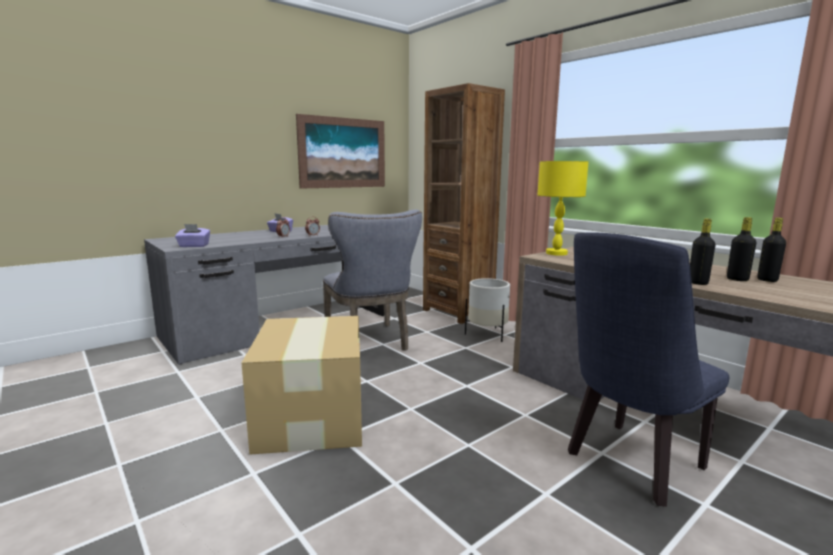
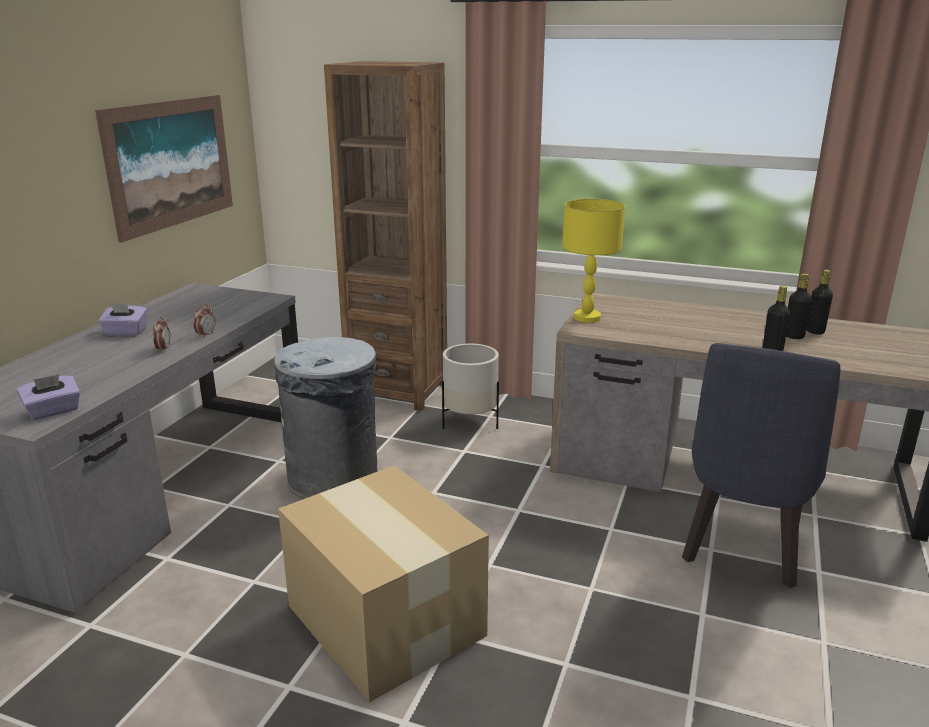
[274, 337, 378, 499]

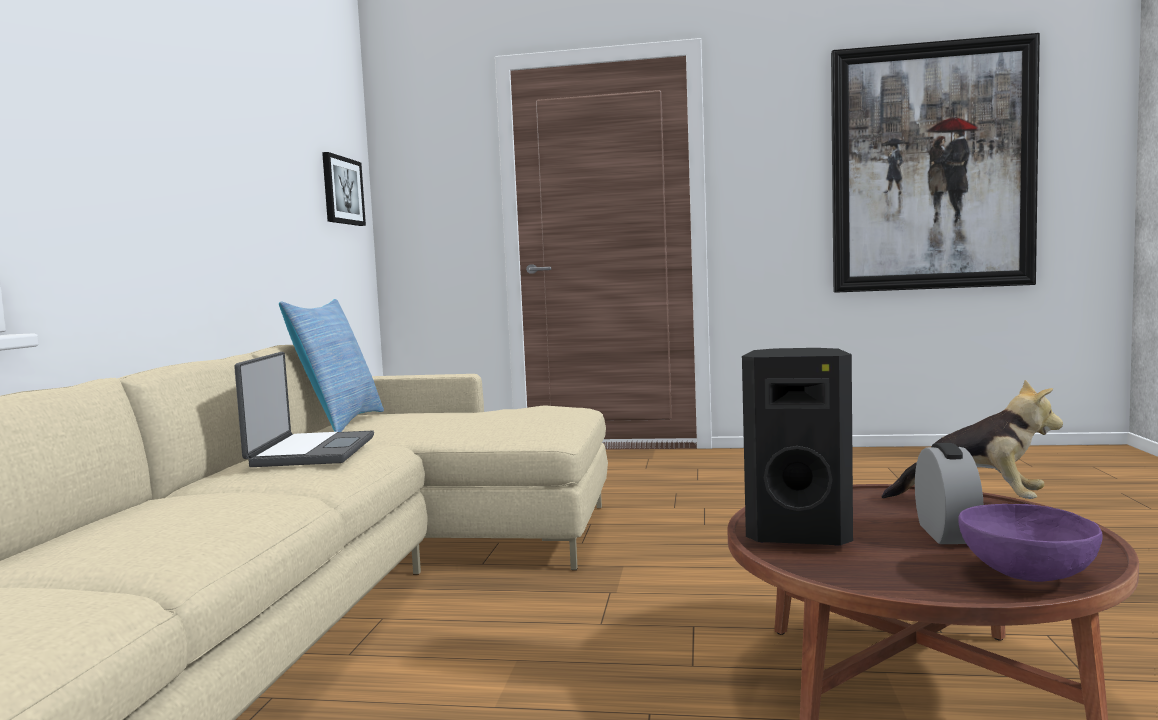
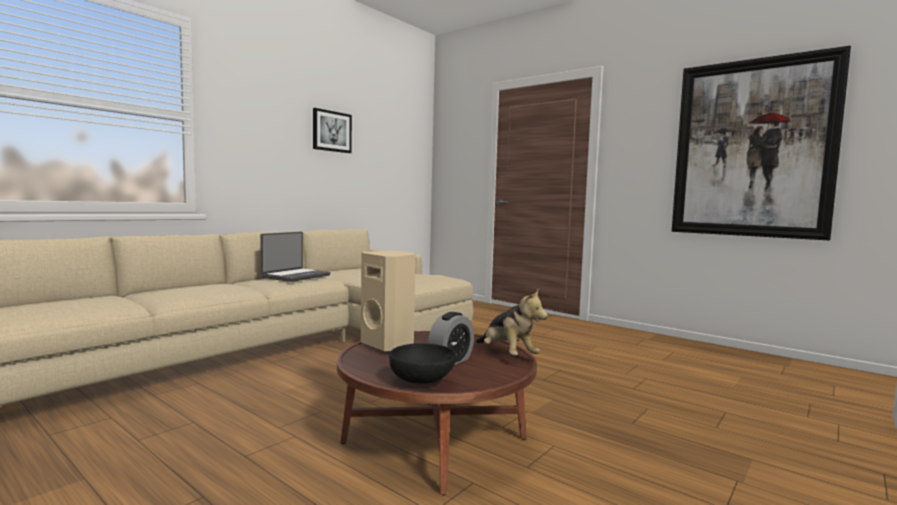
[279, 299, 384, 432] (first image)
[313, 108, 352, 153]
[361, 251, 416, 352]
[389, 343, 456, 384]

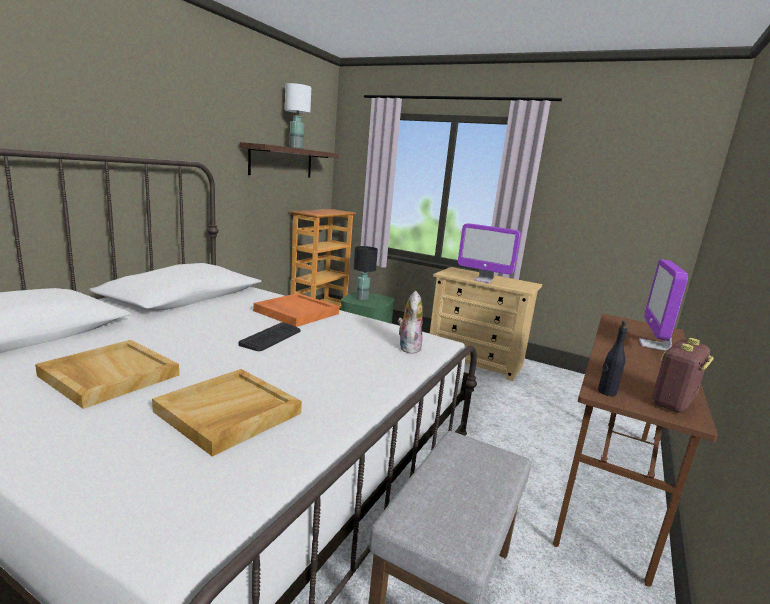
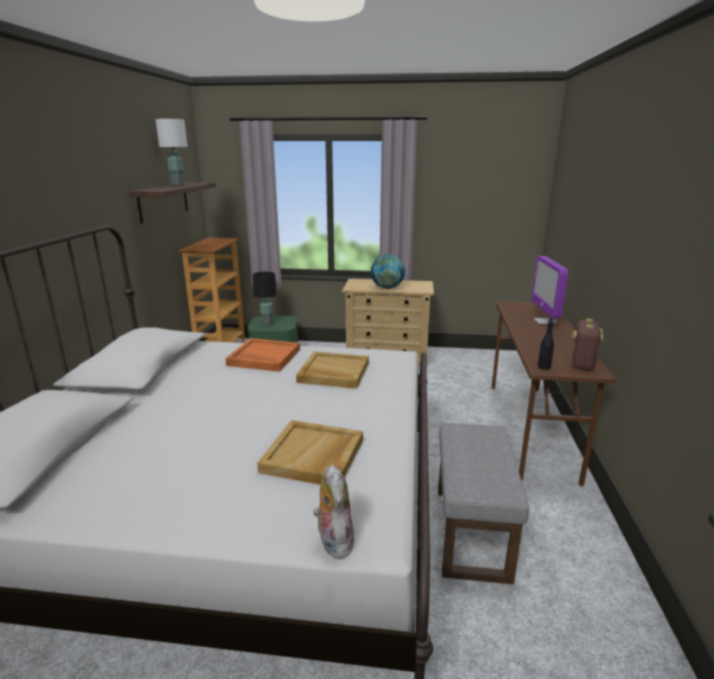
[239, 322, 301, 351] (first image)
[296, 351, 369, 389]
[313, 465, 354, 558]
[371, 254, 405, 289]

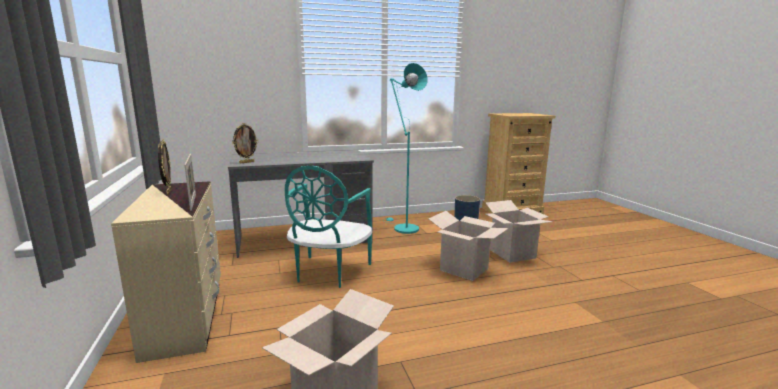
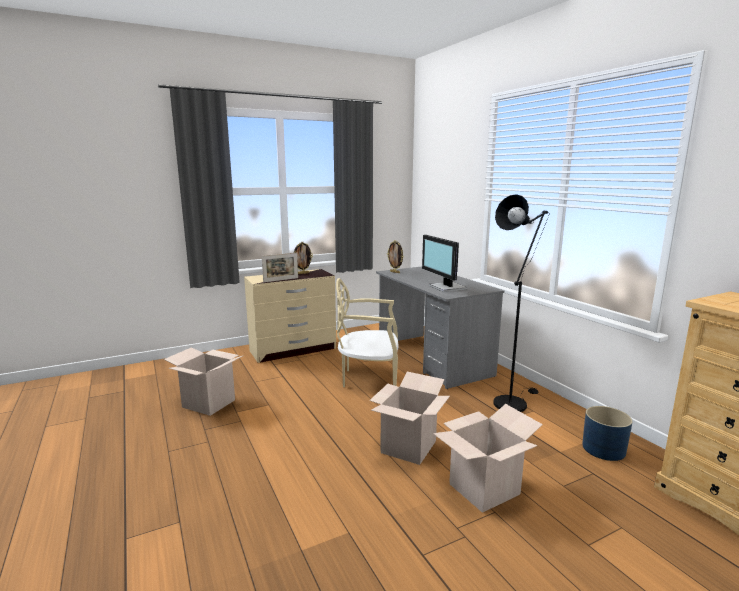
[422, 235, 467, 292]
[336, 278, 399, 387]
[493, 194, 549, 412]

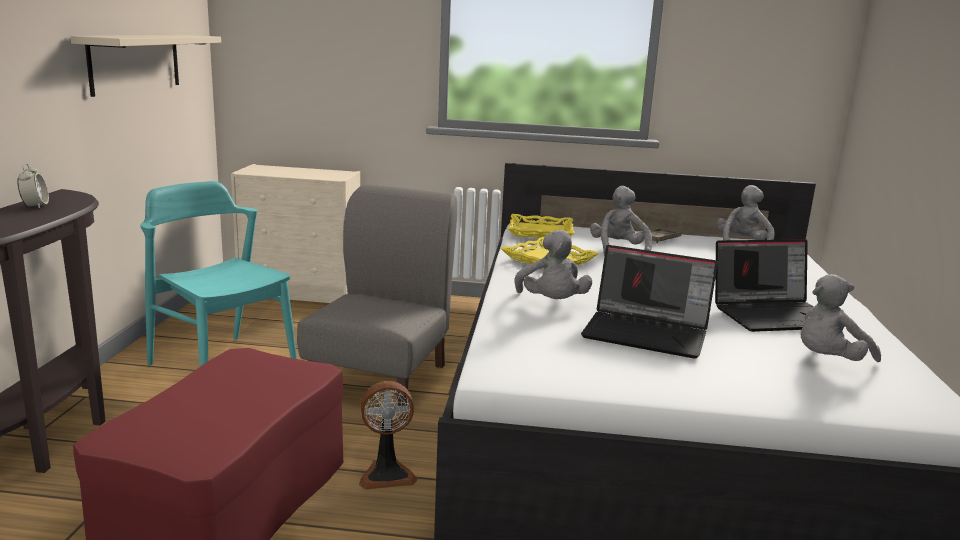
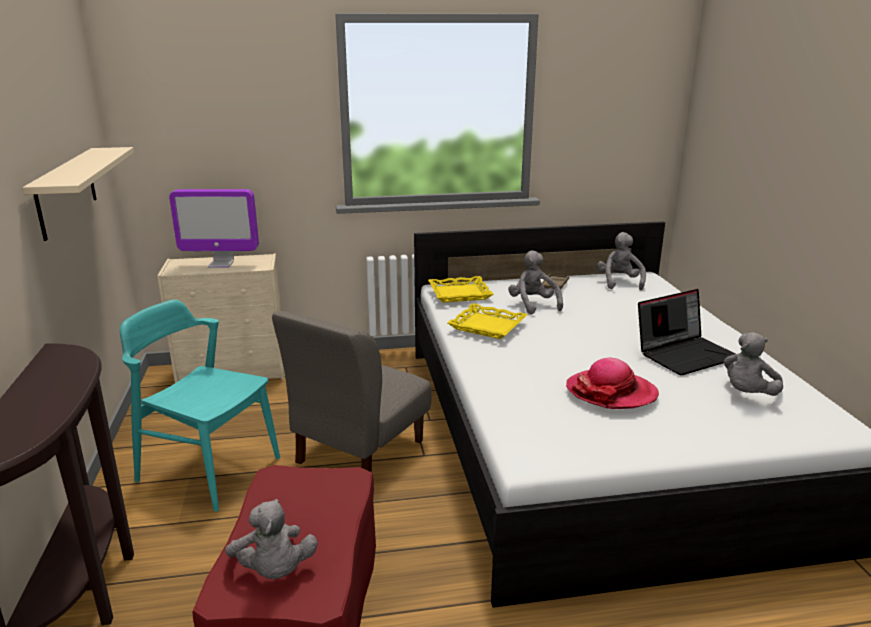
[17, 163, 49, 209] (first image)
[359, 381, 417, 490] (first image)
[169, 189, 259, 268]
[225, 499, 318, 579]
[566, 358, 659, 409]
[272, 311, 432, 472]

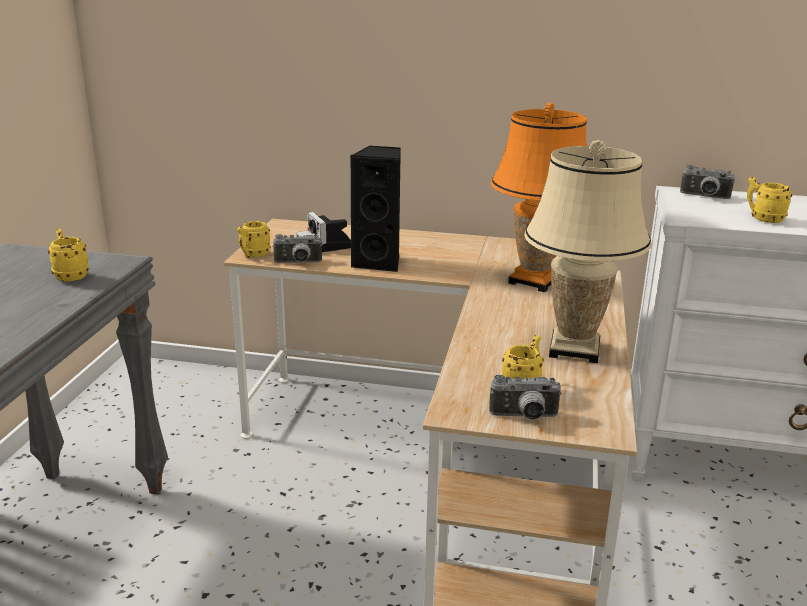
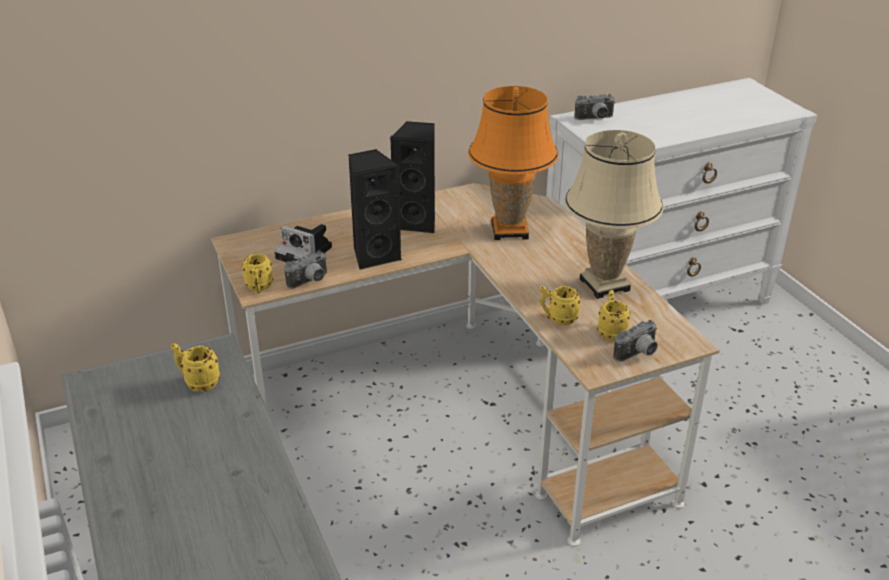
[390, 121, 435, 233]
[540, 286, 581, 325]

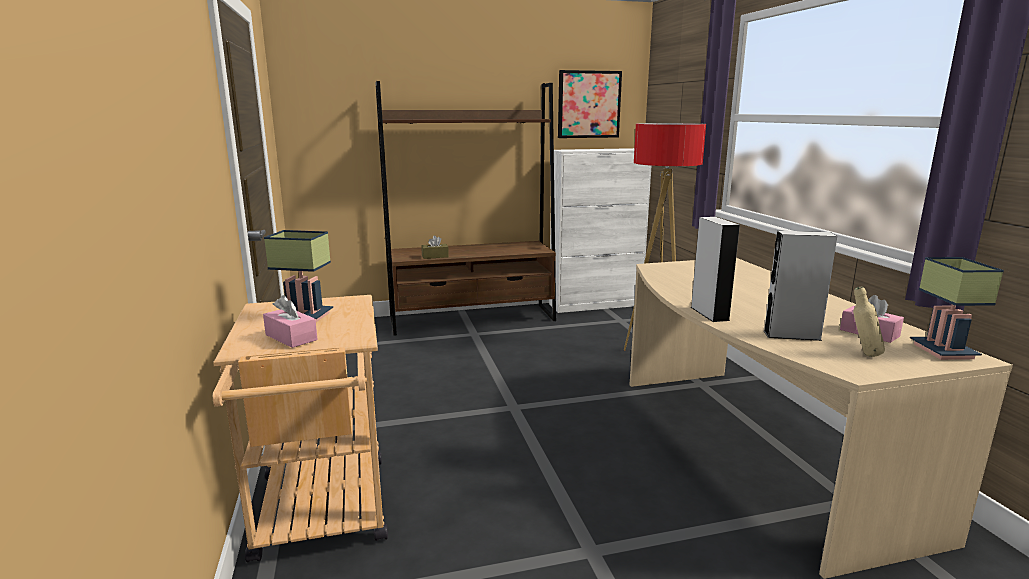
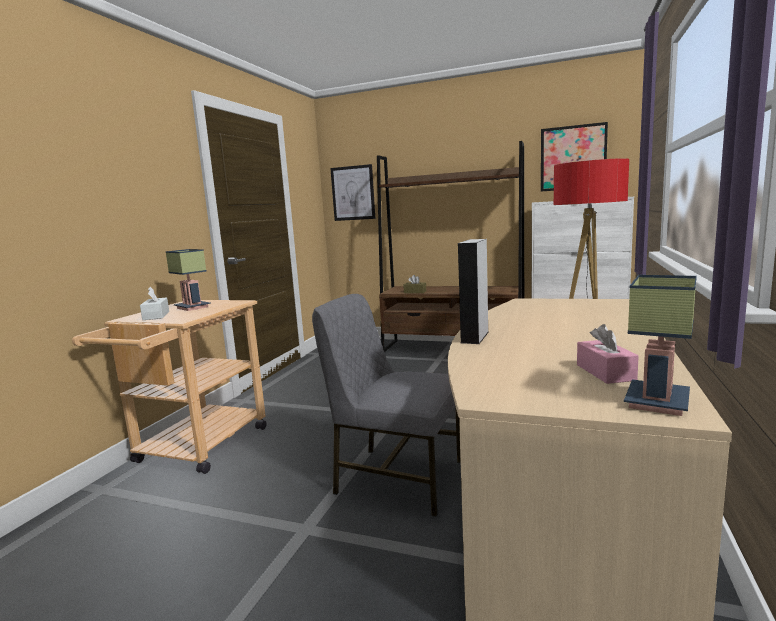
[764, 231, 837, 341] (first image)
[853, 287, 885, 357] (first image)
[312, 294, 461, 517]
[330, 164, 375, 221]
[140, 287, 169, 320]

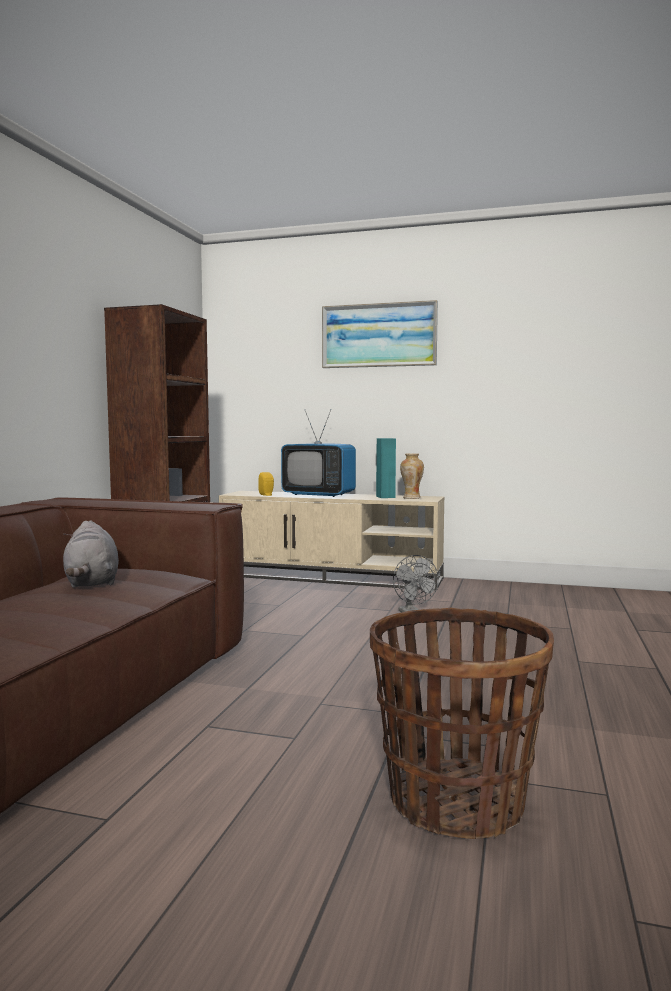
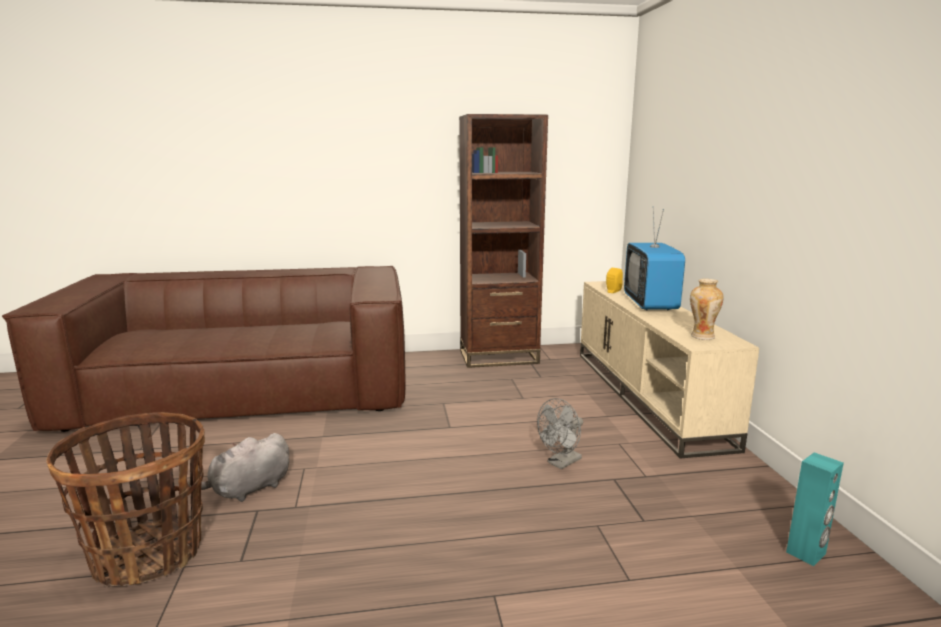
[322, 300, 438, 368] (first image)
[188, 433, 289, 502]
[786, 452, 844, 566]

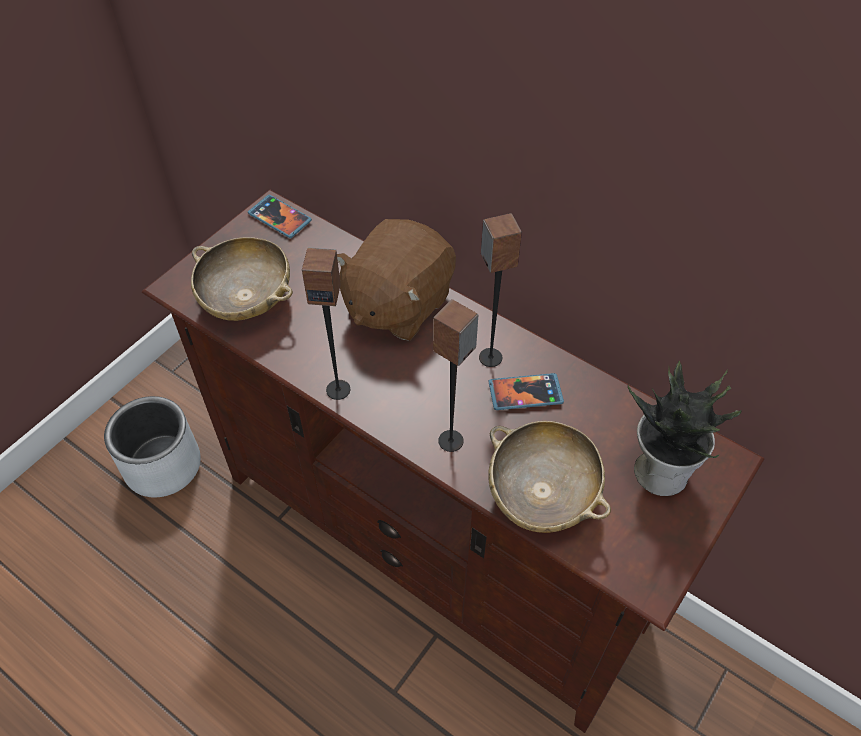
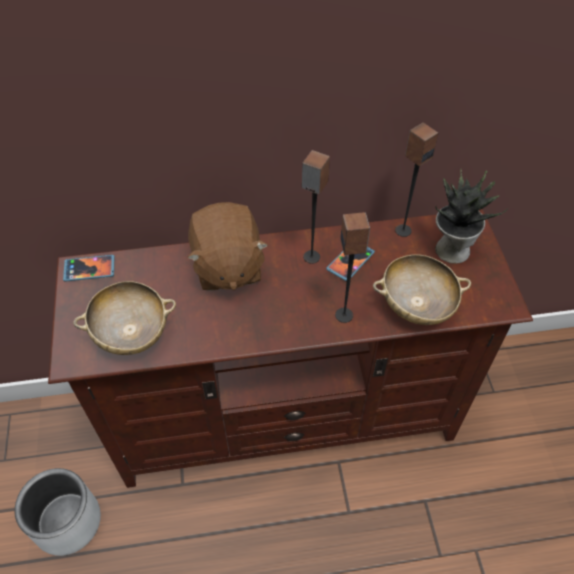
[395, 123, 438, 237]

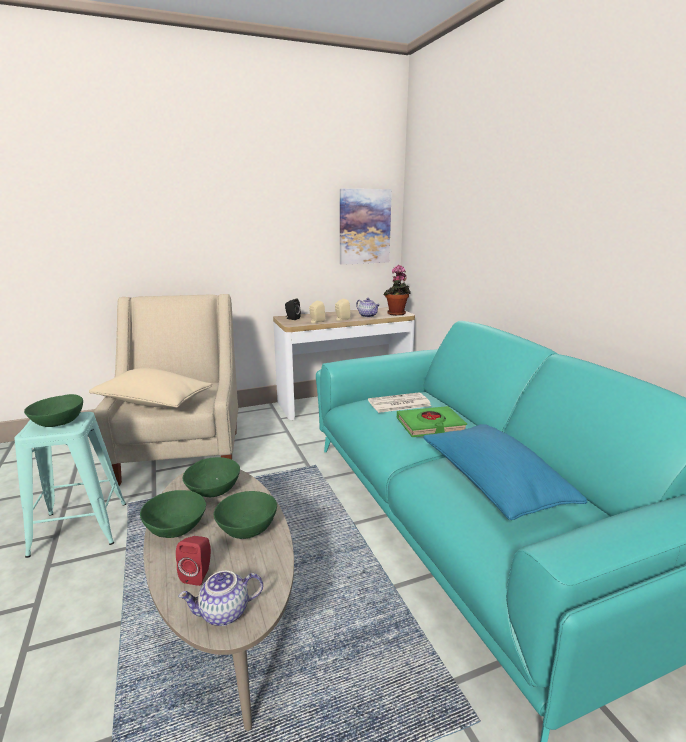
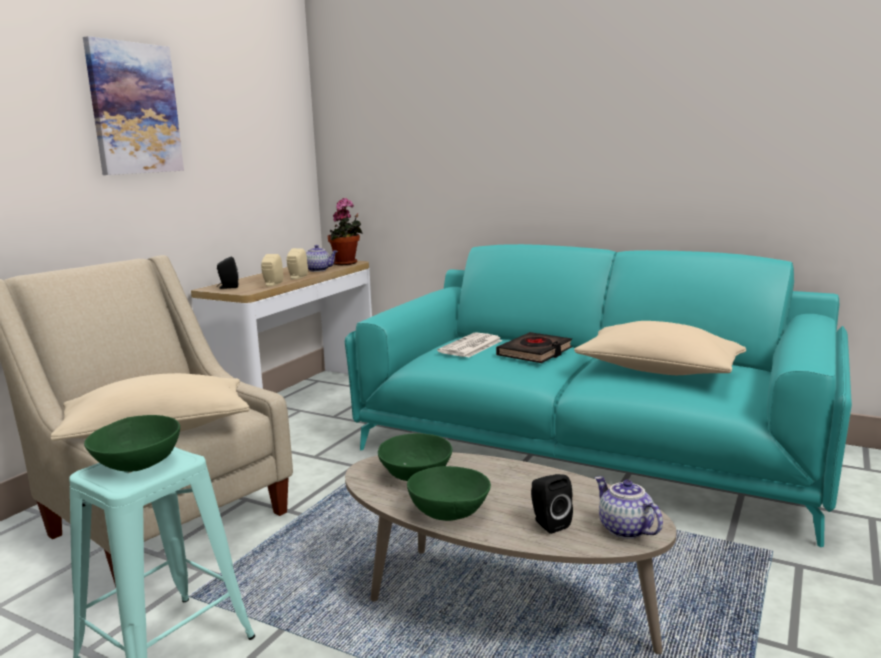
[214, 491, 277, 539] (first image)
[83, 36, 184, 175]
[531, 474, 573, 534]
[496, 332, 572, 363]
[574, 321, 746, 375]
[595, 476, 663, 539]

